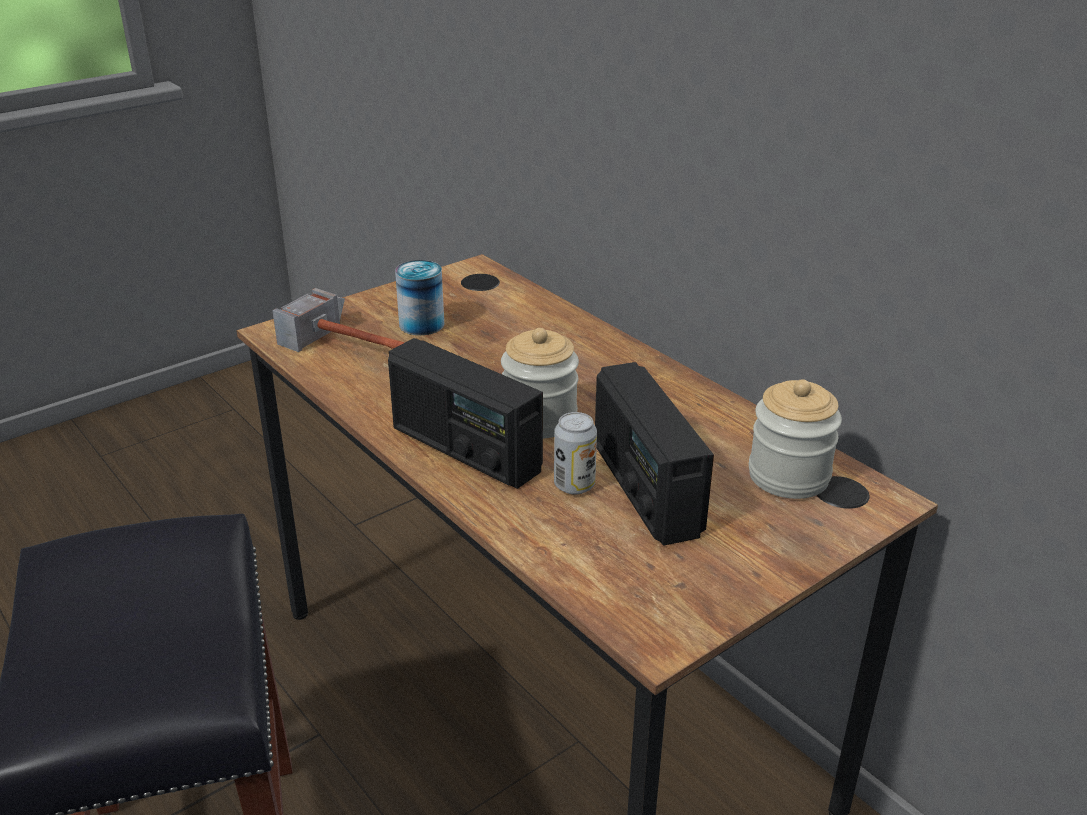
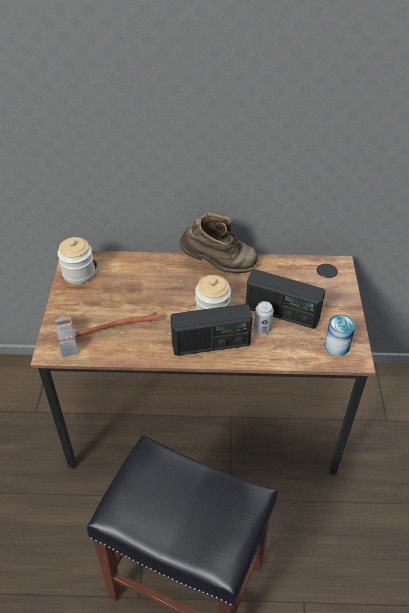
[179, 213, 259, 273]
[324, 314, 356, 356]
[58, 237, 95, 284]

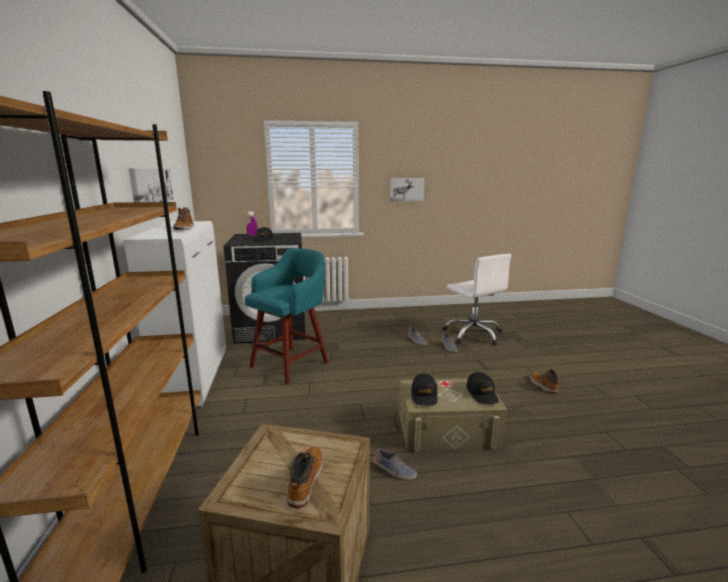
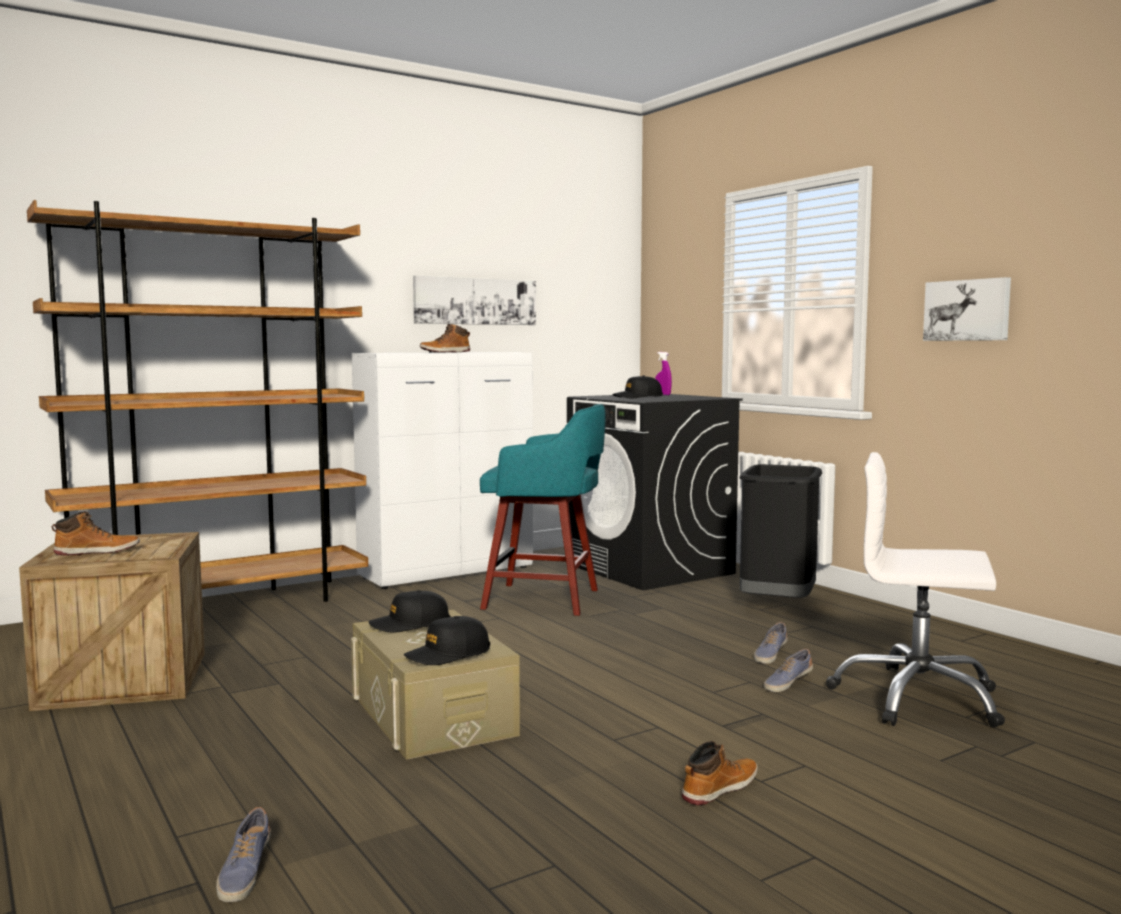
[739, 464, 822, 598]
[216, 807, 271, 902]
[826, 452, 1005, 728]

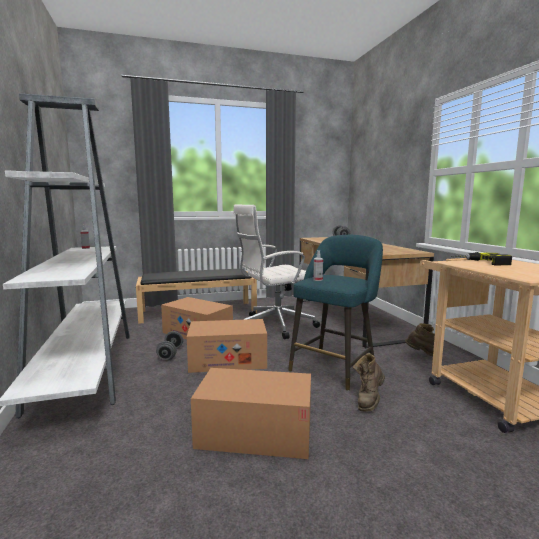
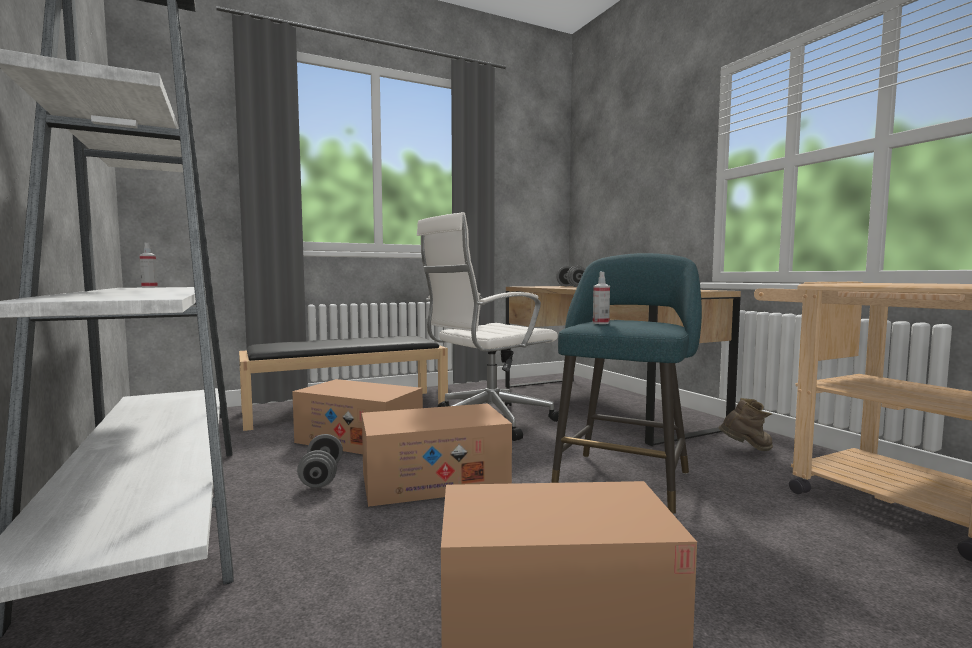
[353, 353, 385, 412] (first image)
[451, 252, 512, 265] (first image)

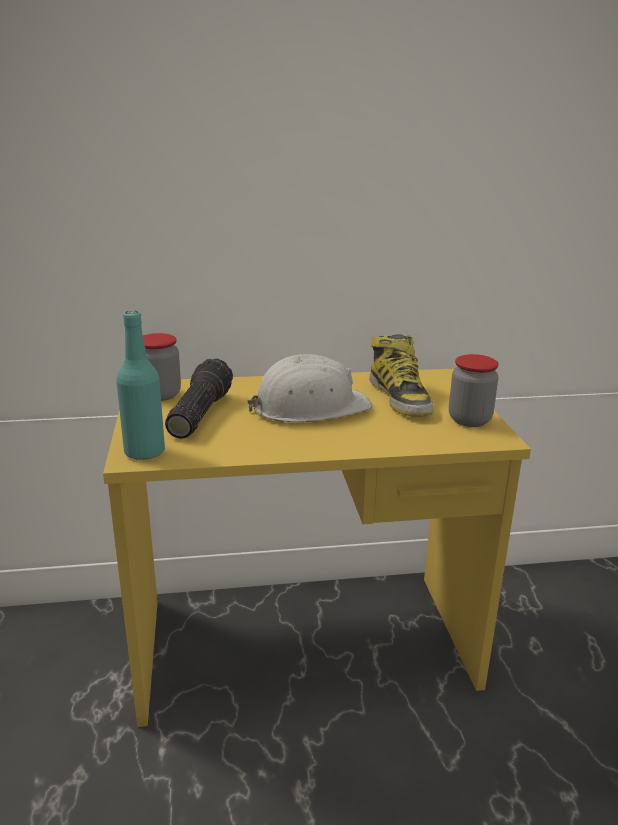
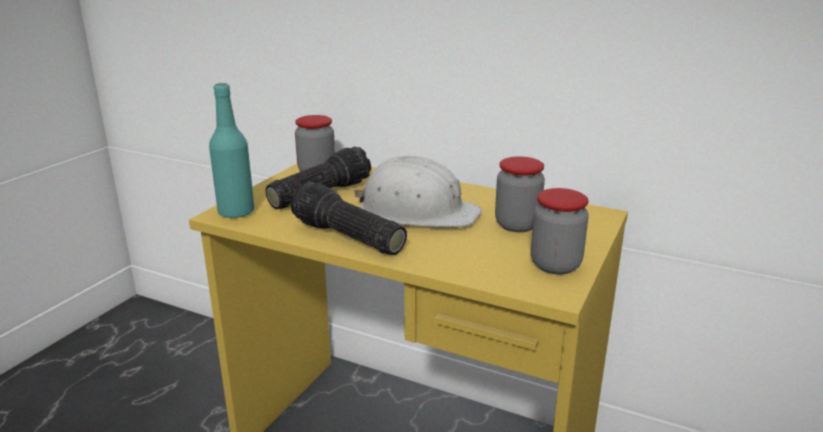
[291, 182, 407, 255]
[495, 156, 545, 232]

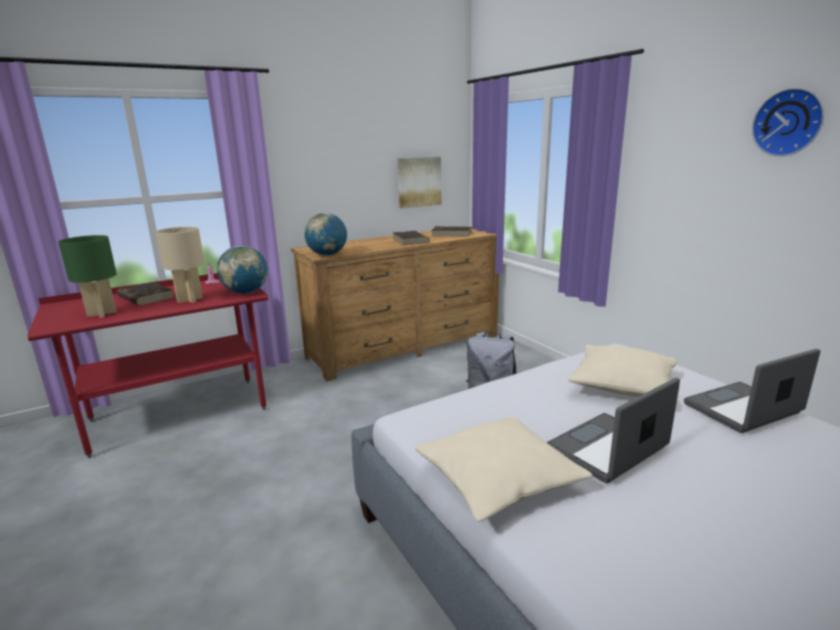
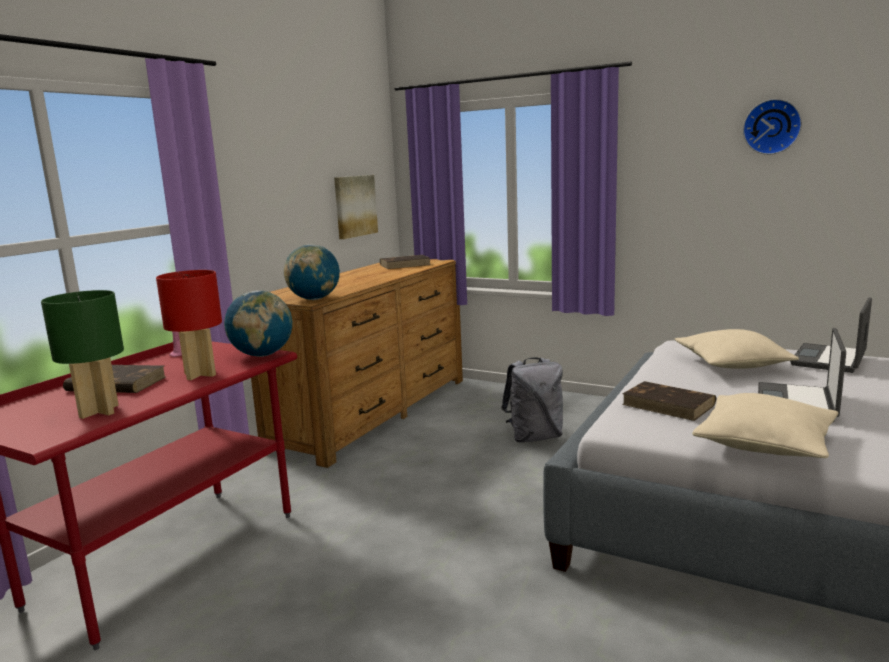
[622, 381, 716, 421]
[156, 270, 222, 380]

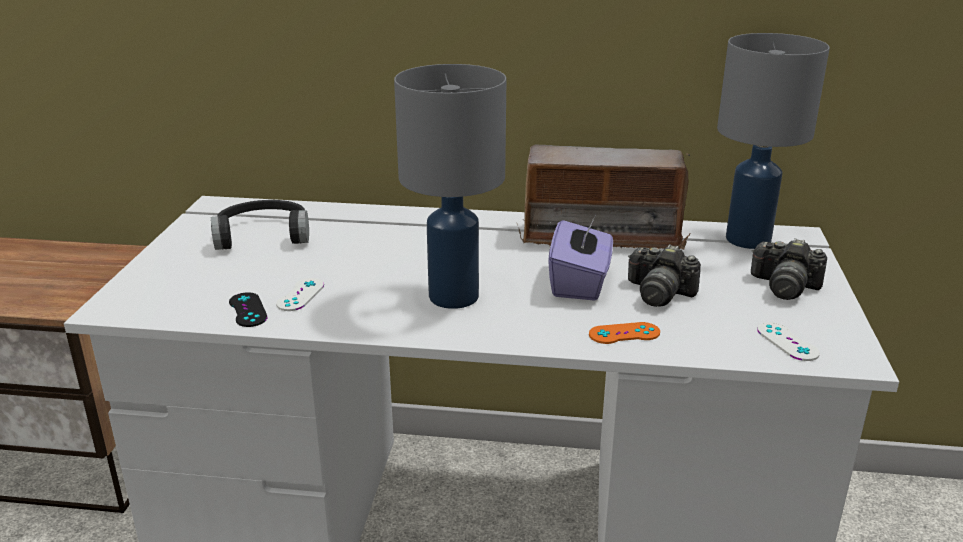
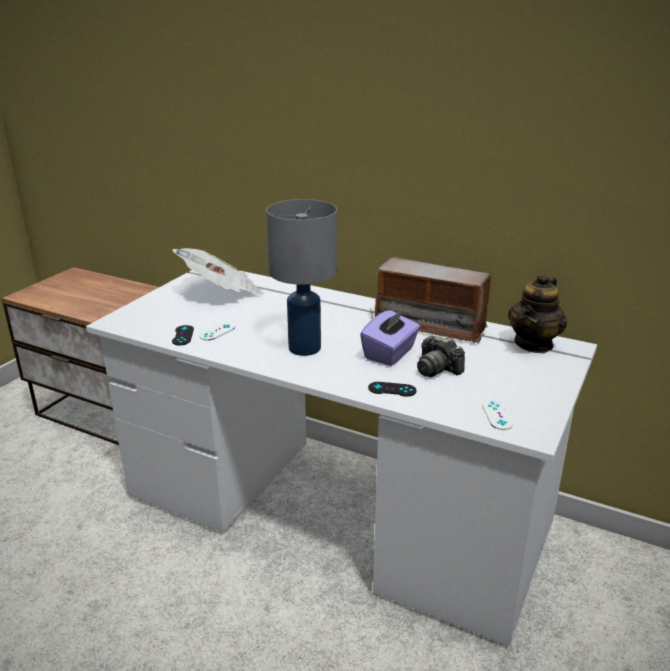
[751, 238, 827, 300] (first image)
[172, 248, 265, 294]
[508, 273, 567, 353]
[368, 382, 417, 397]

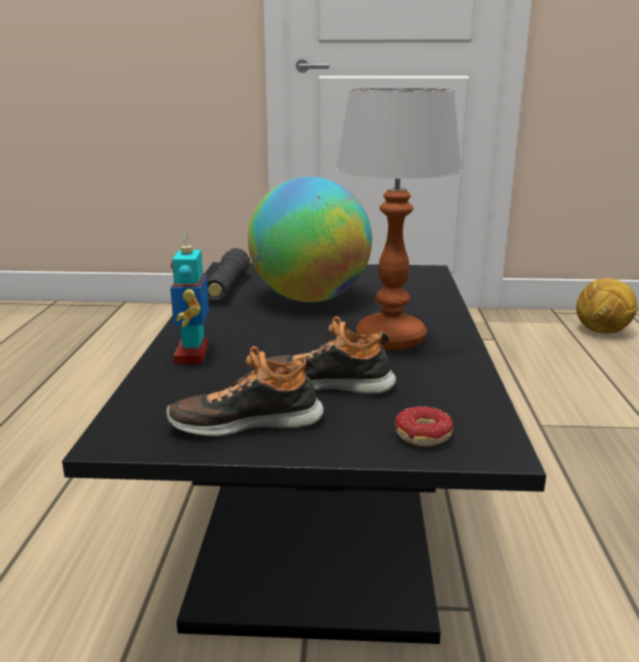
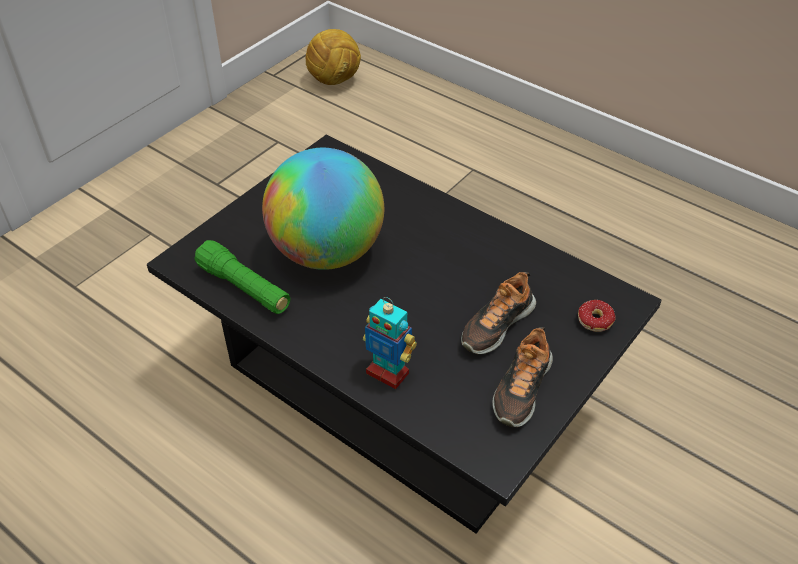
[335, 88, 462, 350] (first image)
[195, 240, 290, 314]

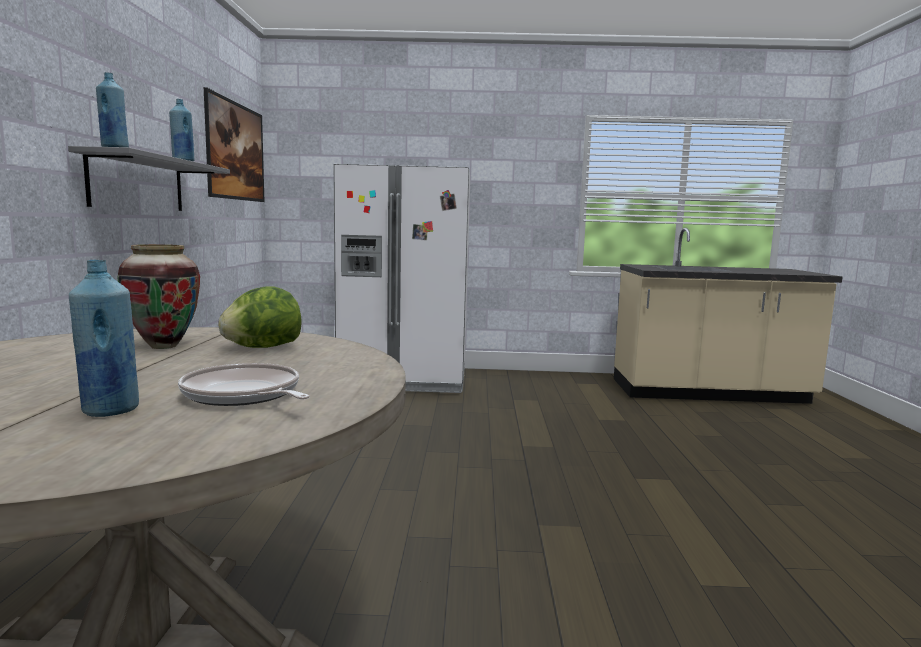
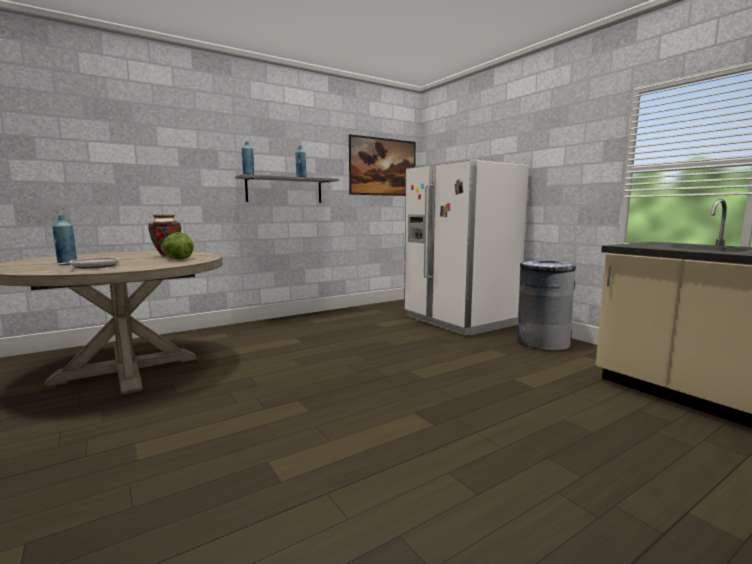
[517, 260, 576, 351]

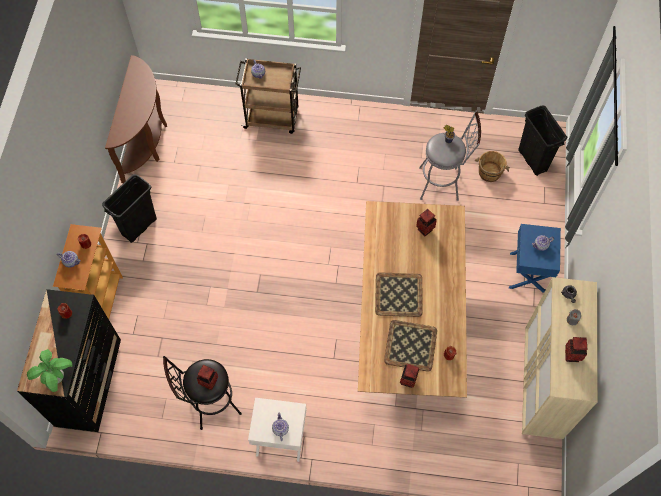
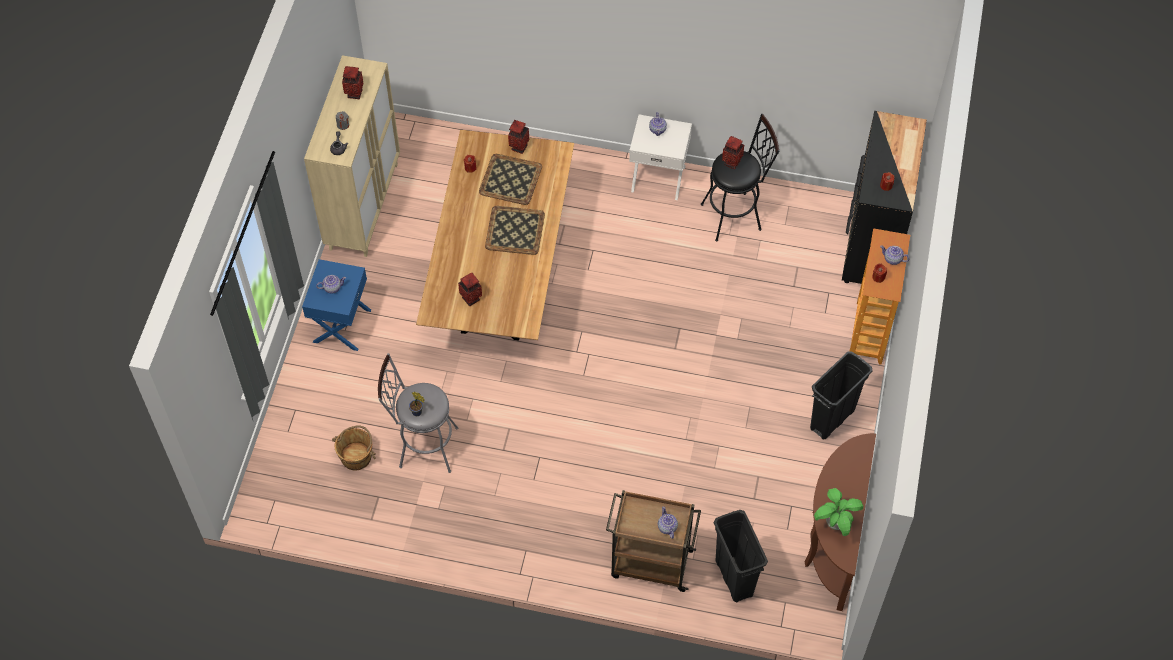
[814, 488, 864, 536]
[714, 510, 768, 603]

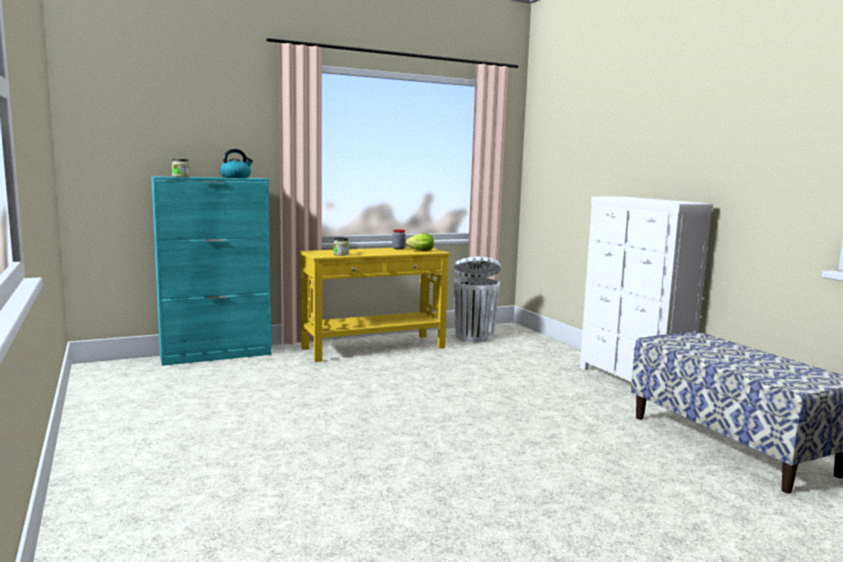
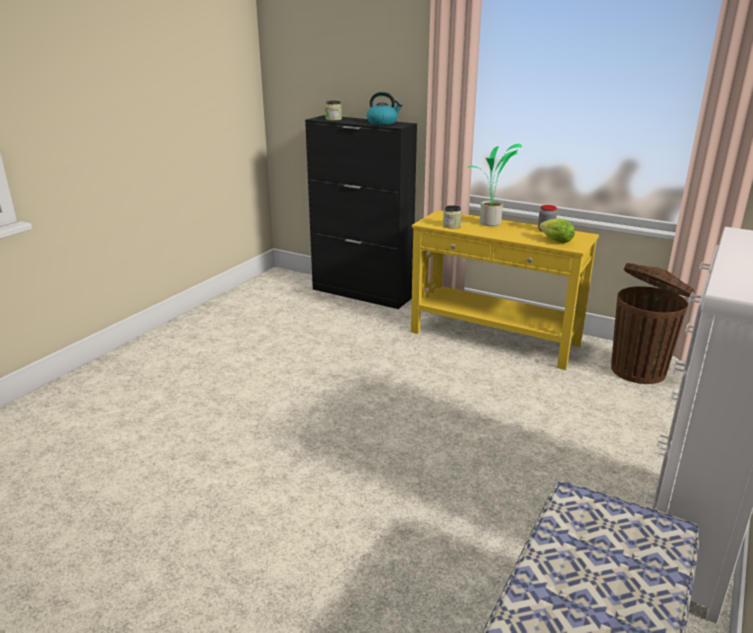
[468, 144, 522, 226]
[305, 115, 417, 309]
[611, 263, 695, 384]

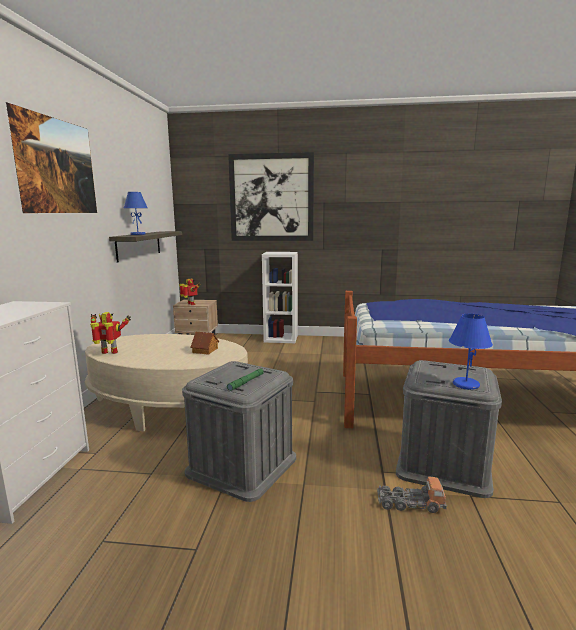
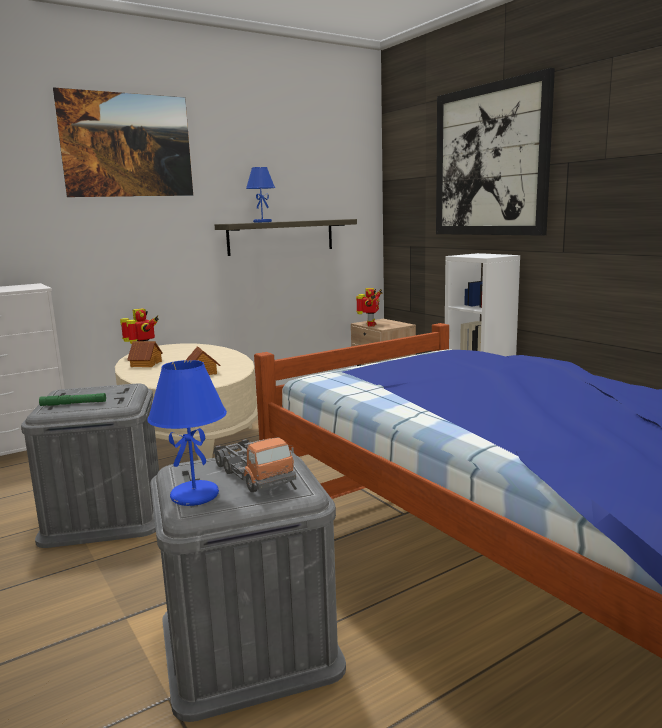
[127, 341, 163, 367]
[213, 437, 296, 492]

